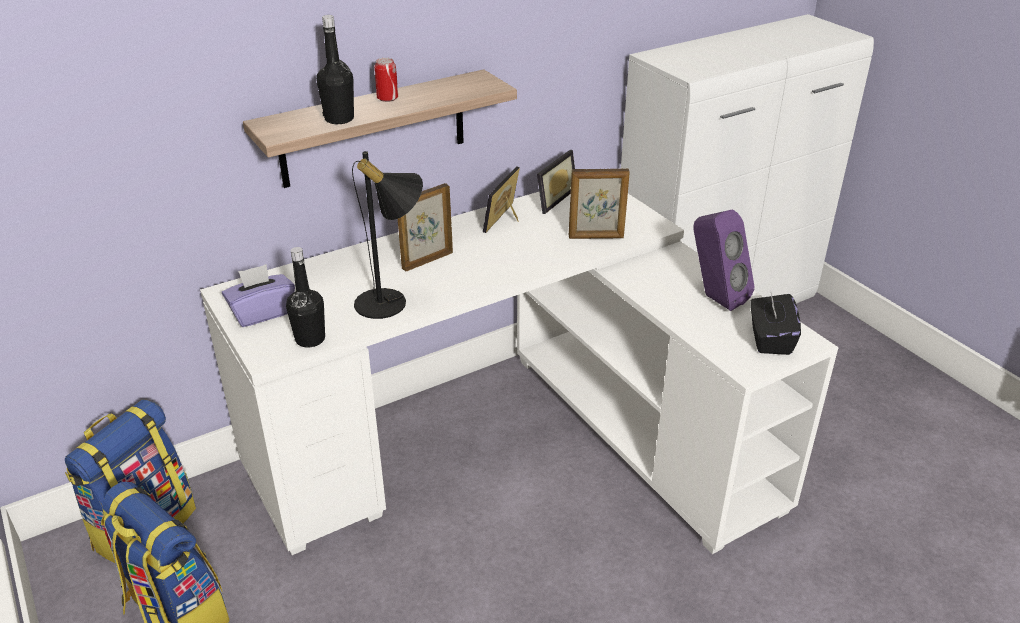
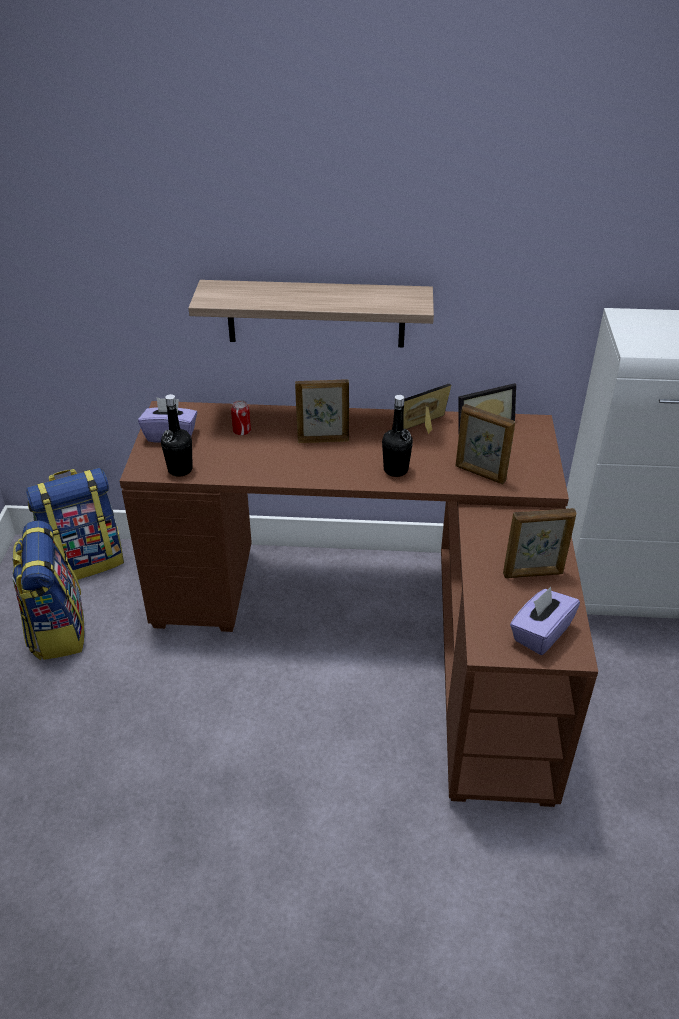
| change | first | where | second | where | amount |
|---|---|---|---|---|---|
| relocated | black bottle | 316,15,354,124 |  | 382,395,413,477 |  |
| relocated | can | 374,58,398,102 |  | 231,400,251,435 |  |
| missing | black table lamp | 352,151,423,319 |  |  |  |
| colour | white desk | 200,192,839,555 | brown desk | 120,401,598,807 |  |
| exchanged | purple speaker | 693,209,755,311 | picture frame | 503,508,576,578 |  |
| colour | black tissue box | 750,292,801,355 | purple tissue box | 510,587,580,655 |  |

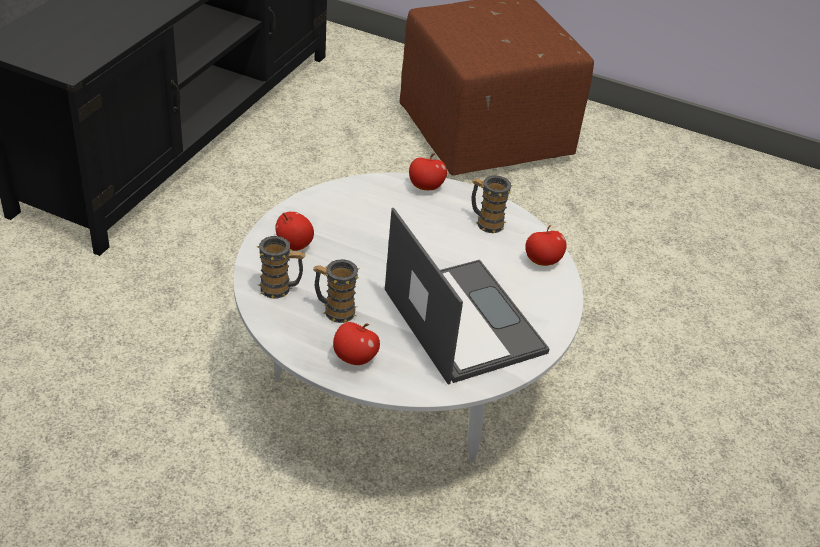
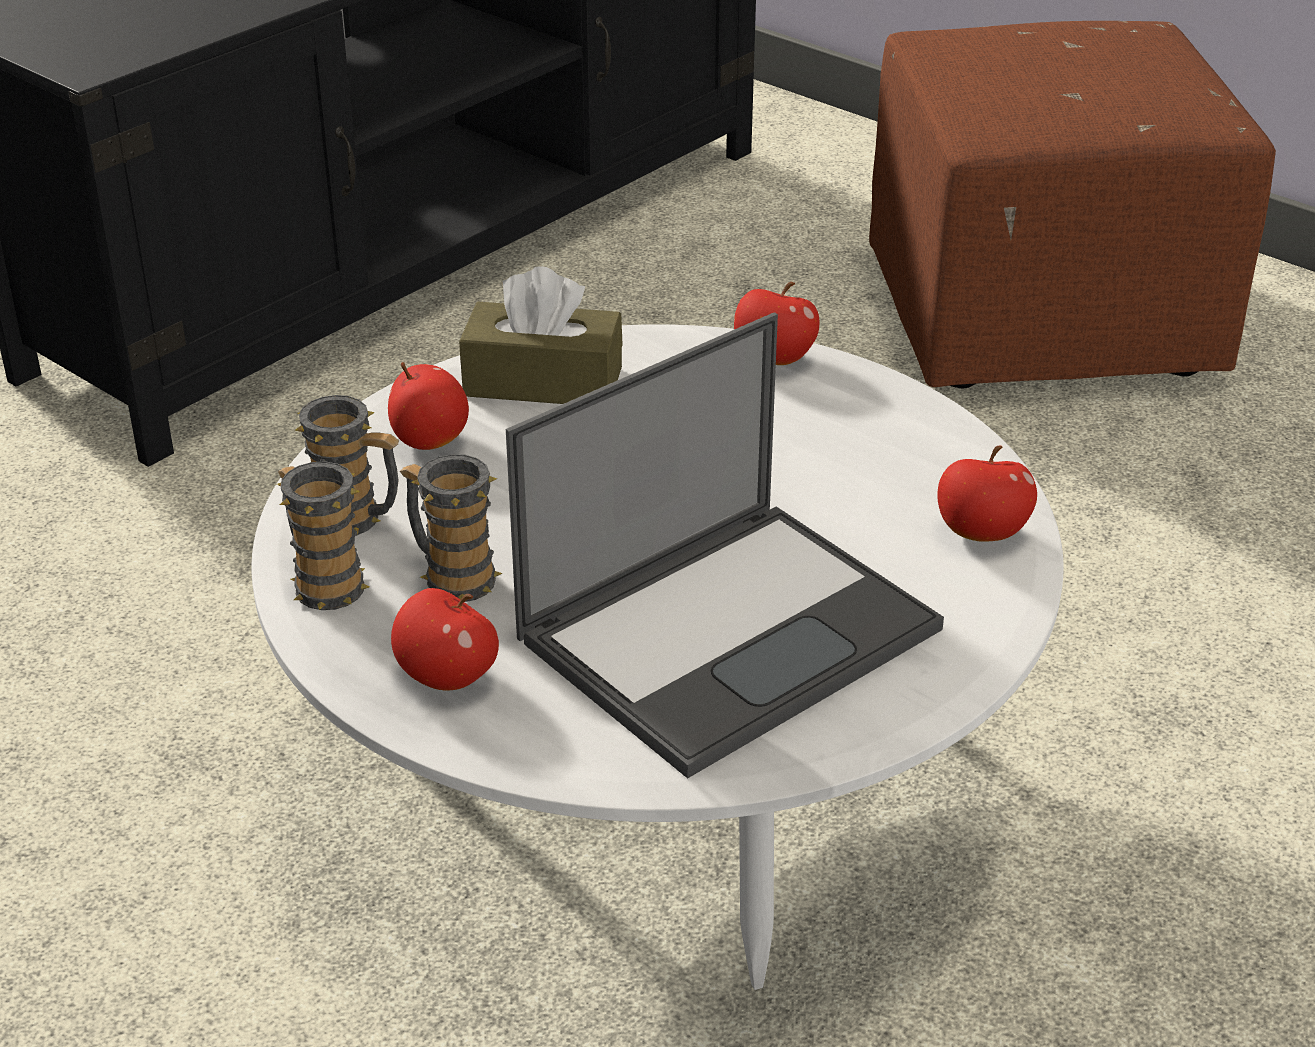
| change | first | where | second | where | amount |
|---|---|---|---|---|---|
| relocated | mug | 471,176,512,233 |  | 277,461,370,610 |  |
| spun | laptop | 385,208,550,385 |  | 506,312,944,779 | 60 degrees clockwise |
| appeared |  |  | brown tissue box | 459,266,623,404 |  |

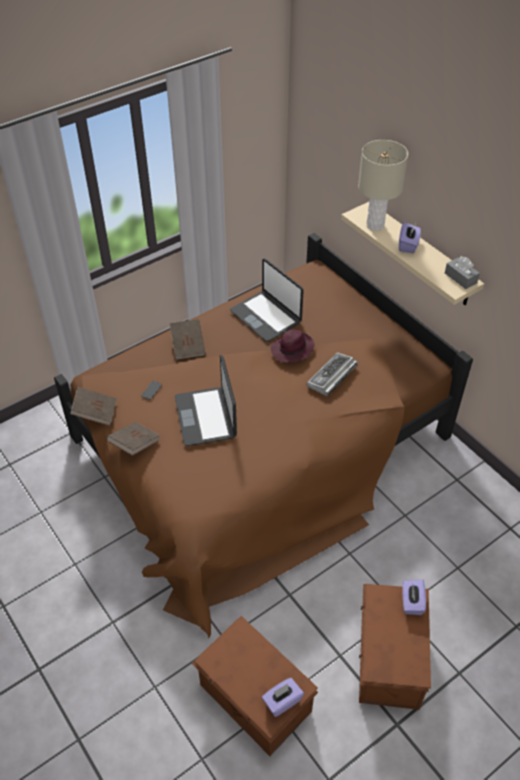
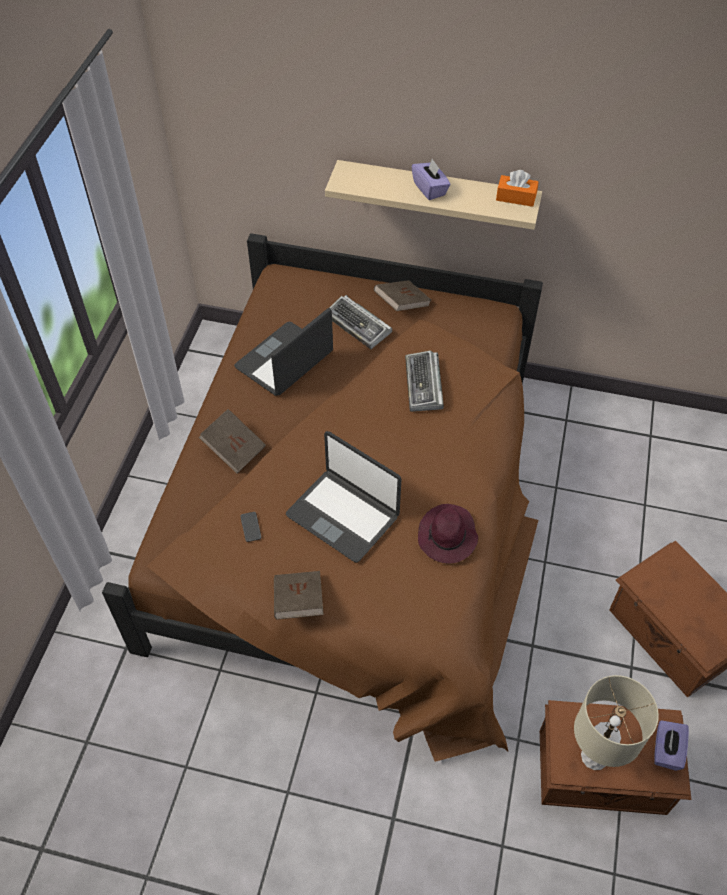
| change | first | where | second | where | amount |
|---|---|---|---|---|---|
| relocated | beige table lamp | 358,140,408,231 |  | 574,675,659,770 |  |
| colour | grey tissue box | 445,256,480,289 | orange tissue box | 496,170,539,207 |  |
| spun | laptop | 230,258,304,342 |  | 234,308,333,396 | 120 degrees clockwise |
| relocated | purple hat | 271,329,314,363 |  | 418,504,478,563 |  |
| relocated | brown book | 70,387,117,426 |  | 374,280,431,311 |  |
| missing | purple tissue box | 402,579,426,615 |  |  |  |
| appeared |  |  | keyboard | 329,295,392,349 |  |

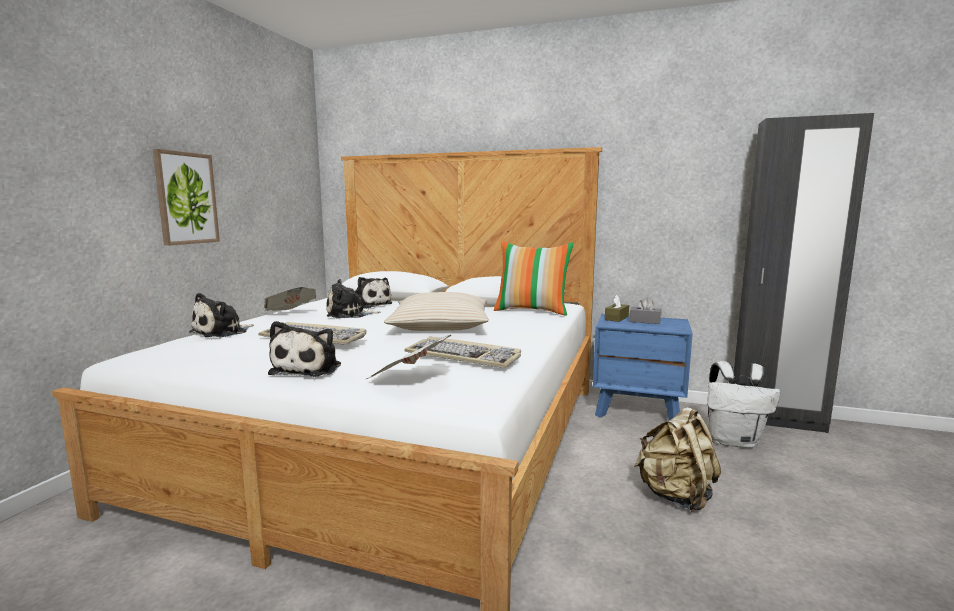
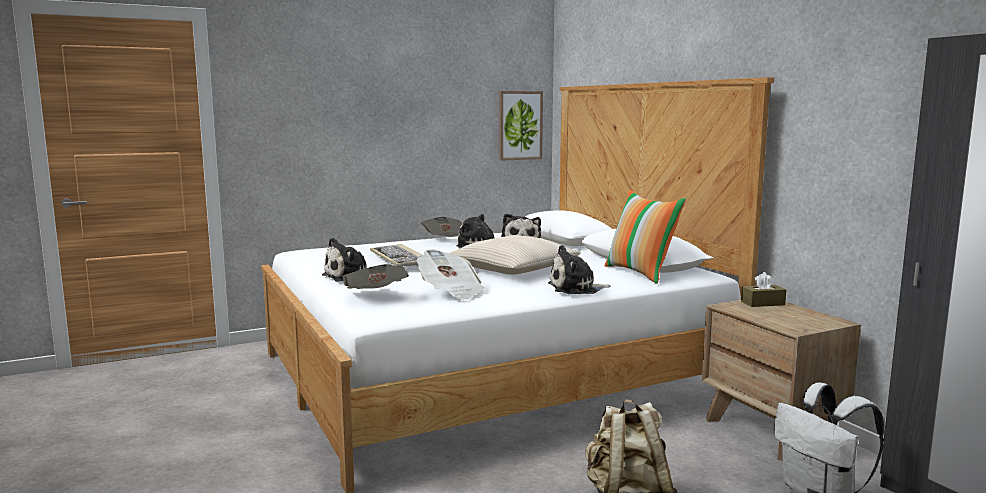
| change | first | where | second | where | amount |
|---|---|---|---|---|---|
| relocated | picture | 153,149,220,246 |  | 499,91,543,161 |  |
| relocated | plush toy | 189,293,254,338 |  | 548,245,611,294 |  |
| missing | grey tissue box | 630,297,661,324 |  |  |  |
| colour | blue nightstand | 593,314,693,420 | brown nightstand | 702,300,861,461 |  |
| exchanged | keyboard | 404,337,521,368 | newspaper | 417,249,484,300 |  |

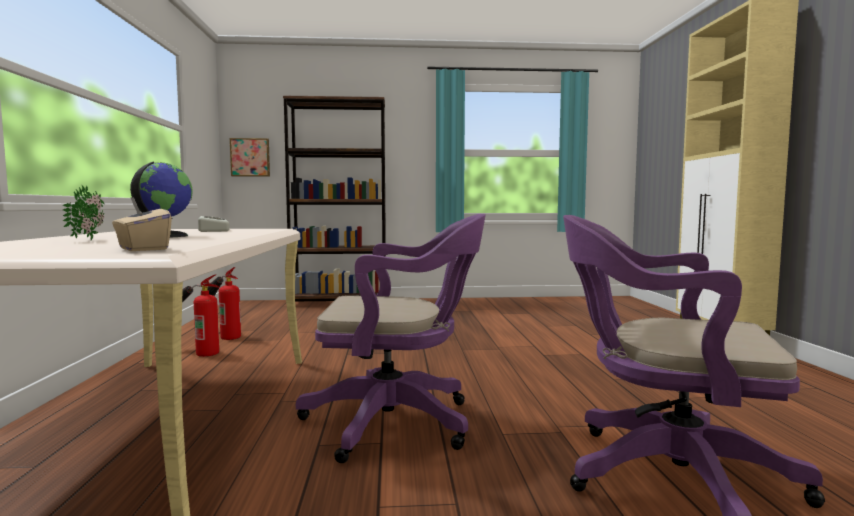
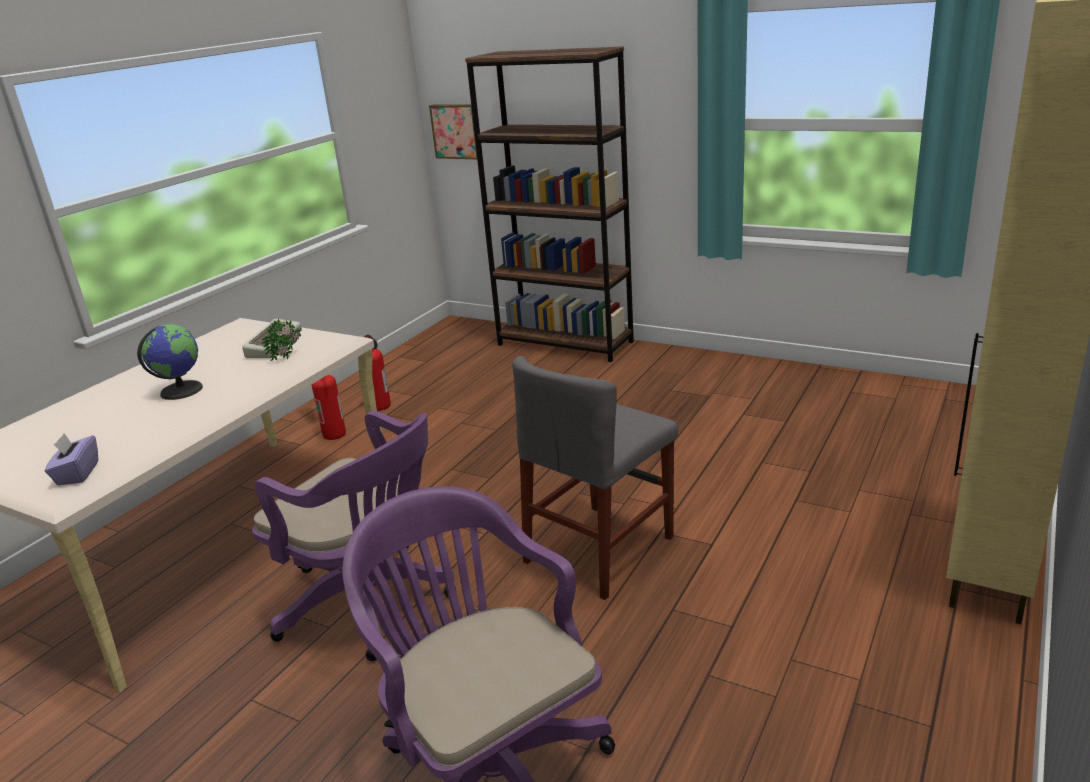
| change | first | where | second | where | amount |
|---|---|---|---|---|---|
| relocated | potted plant | 63,185,104,240 |  | 262,319,301,361 |  |
| colour | beige tissue box | 112,197,172,251 | purple tissue box | 45,433,98,485 |  |
| appeared |  |  | grey chair | 512,356,678,600 |  |

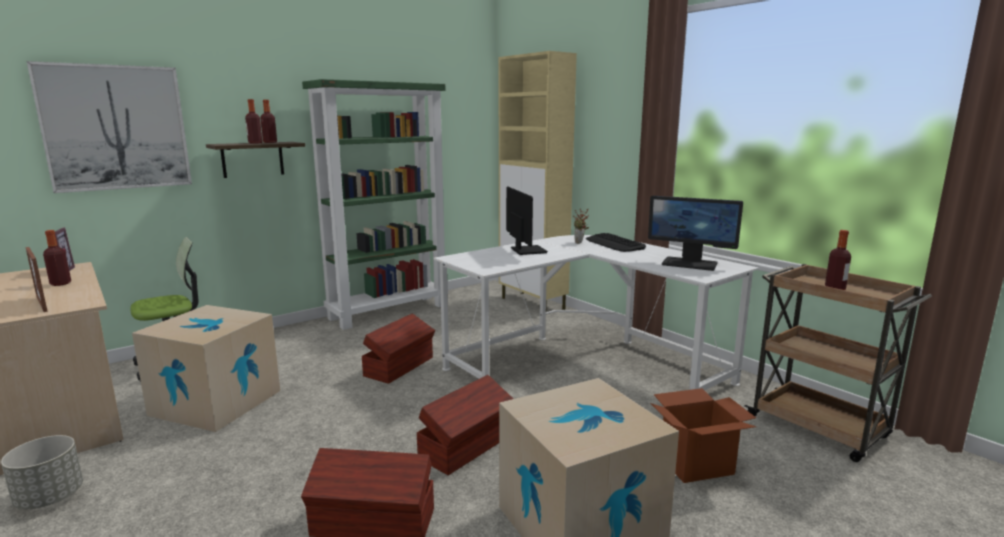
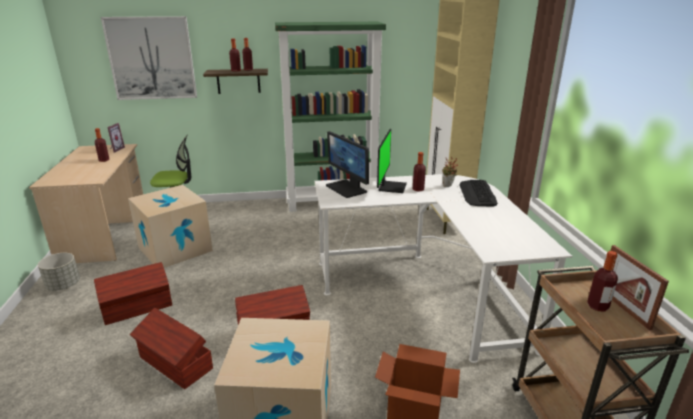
| change | first | where | second | where | amount |
|---|---|---|---|---|---|
| relocated | monitor | 648,196,743,271 |  | 326,131,369,198 |  |
| relocated | picture frame | 26,247,48,312 |  | 610,245,669,330 |  |
| relocated | brown storage box | 362,314,435,384 |  | 94,262,172,325 |  |
| appeared |  |  | bottle | 413,152,426,192 |  |

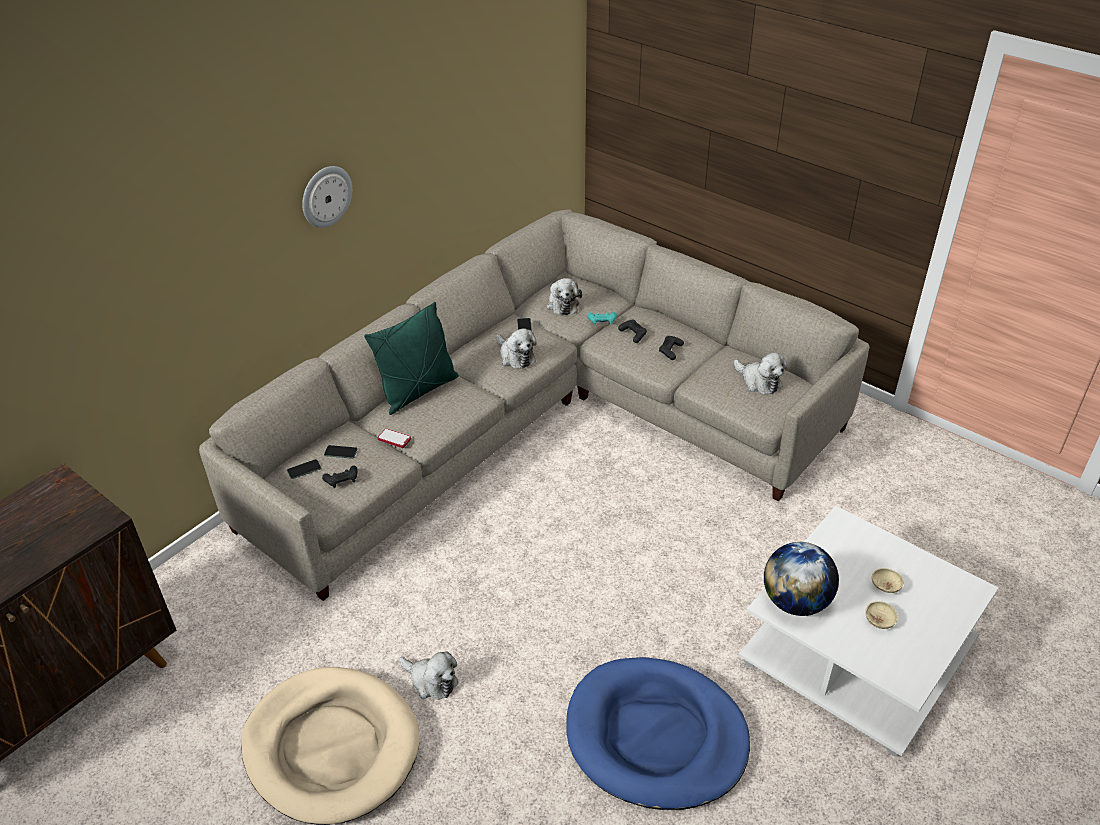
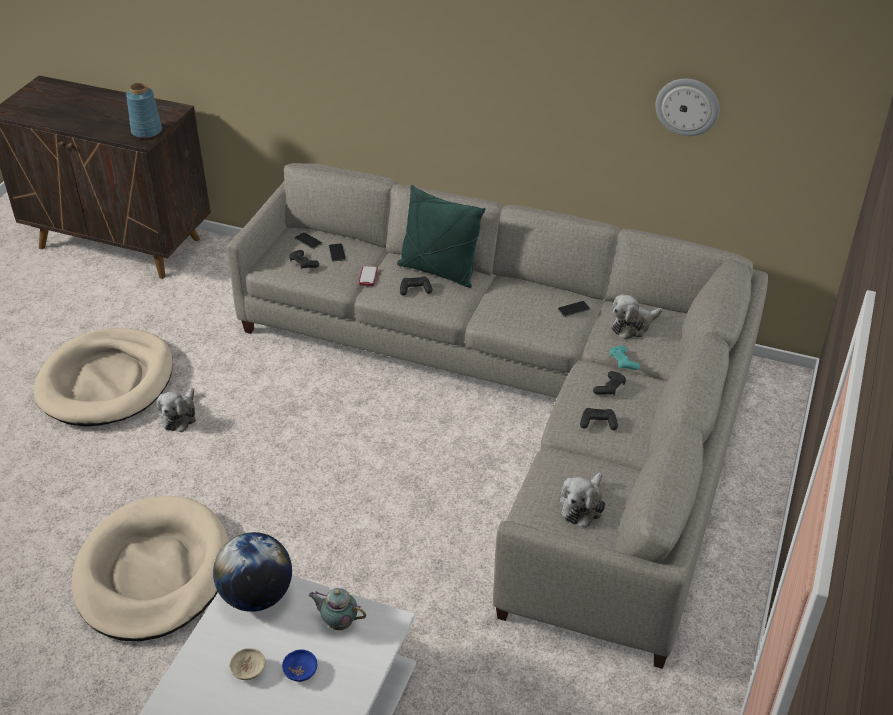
| change | first | where | second | where | amount |
|---|---|---|---|---|---|
| relocated | wall clock | 302,166,352,228 |  | 656,79,719,136 |  |
| missing | plush toy | 497,329,536,369 |  |  |  |
| colour | beige bowl | 872,568,904,593 | blue bowl | 282,649,317,682 |  |
| colour | blue dog bed | 566,657,750,810 | beige dog bed | 72,496,229,641 |  |
| appeared |  |  | blue vase | 126,82,162,138 |  |
| appeared |  |  | black game controller | 400,276,432,296 |  |
| appeared |  |  | teapot | 309,588,366,630 |  |

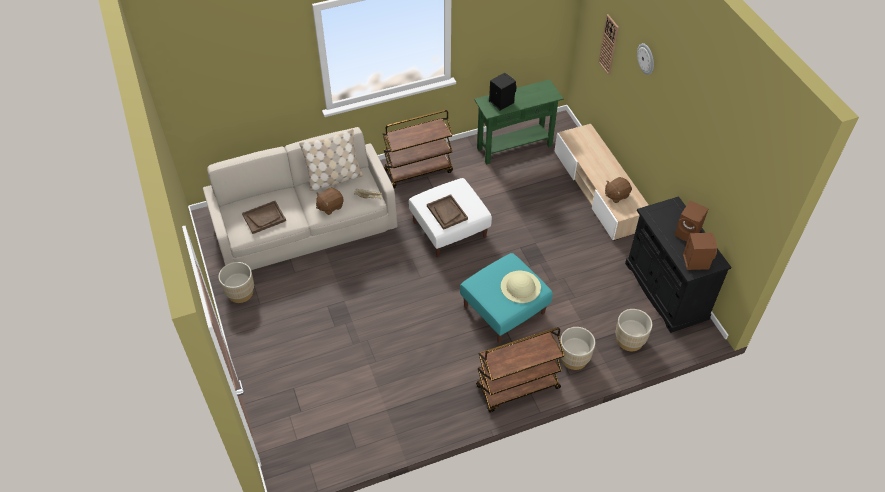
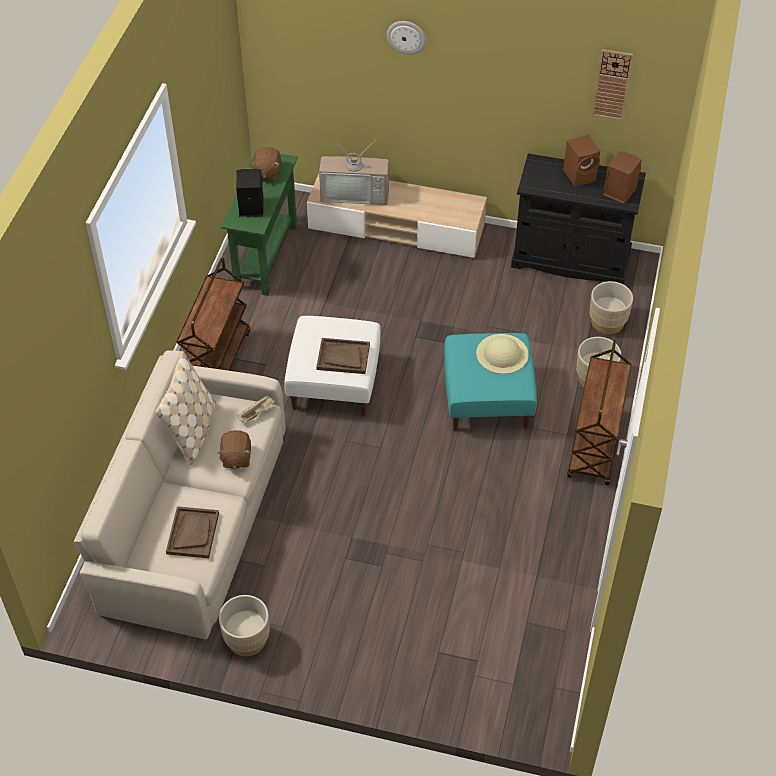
| change | first | where | second | where | amount |
|---|---|---|---|---|---|
| relocated | wall clock | 599,14,619,75 |  | 592,49,633,121 |  |
| relocated | brown plush toy | 605,177,632,203 |  | 251,147,281,180 |  |
| appeared |  |  | television | 319,137,389,205 |  |

